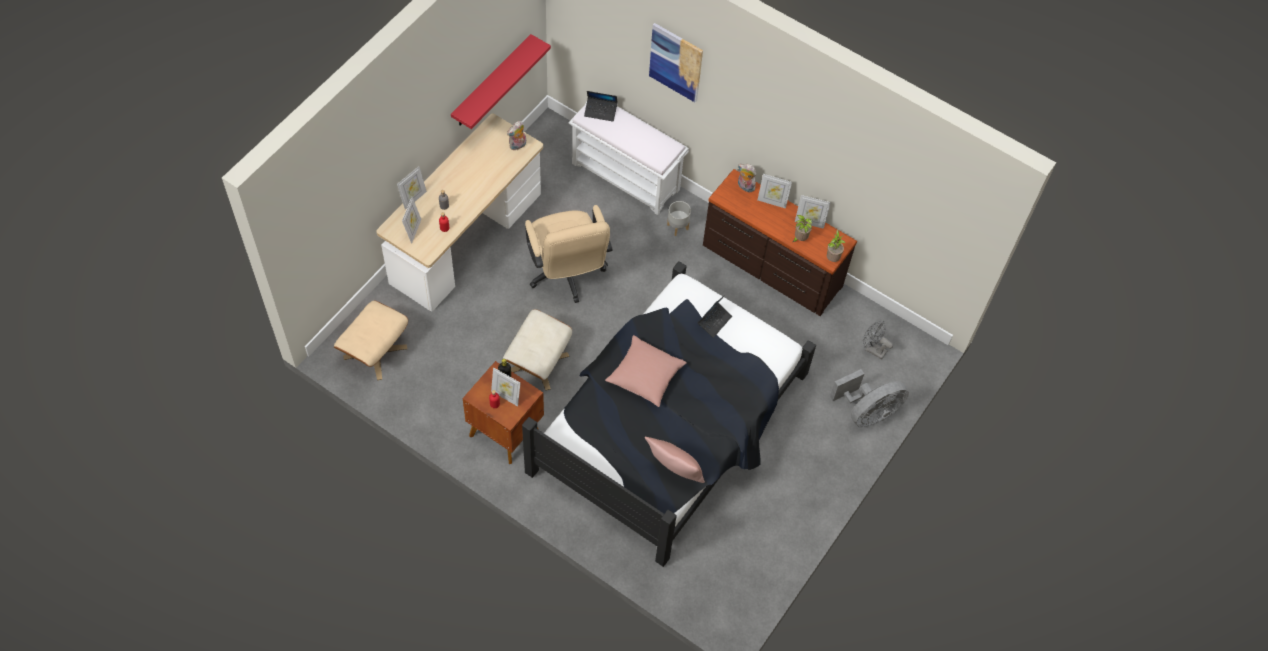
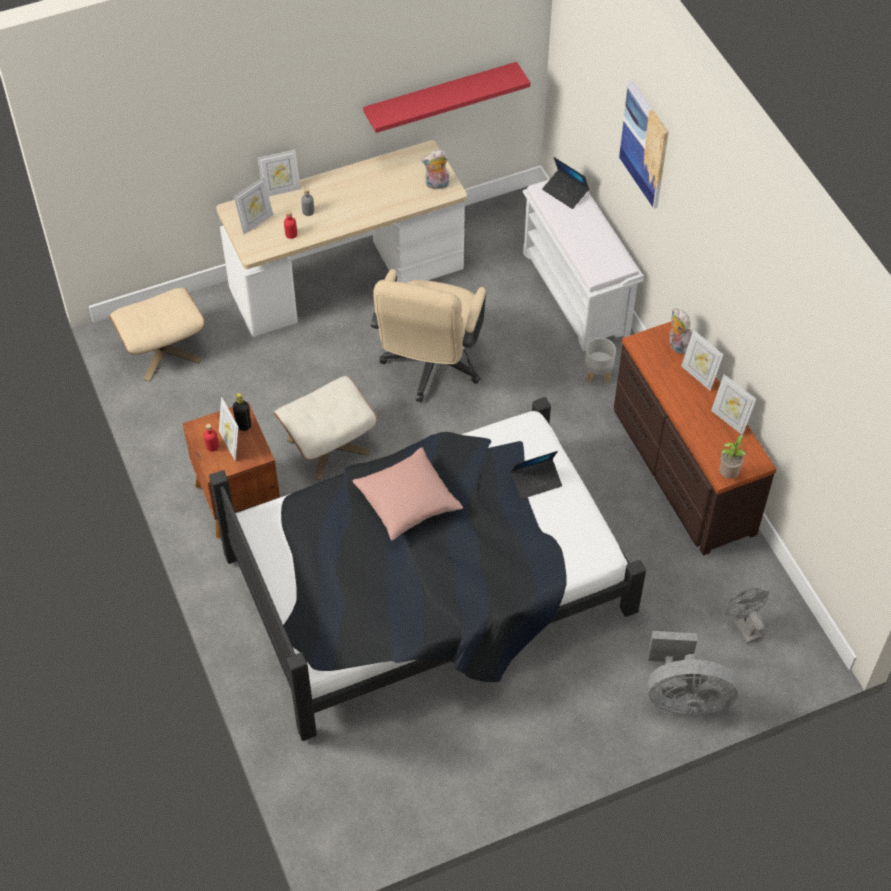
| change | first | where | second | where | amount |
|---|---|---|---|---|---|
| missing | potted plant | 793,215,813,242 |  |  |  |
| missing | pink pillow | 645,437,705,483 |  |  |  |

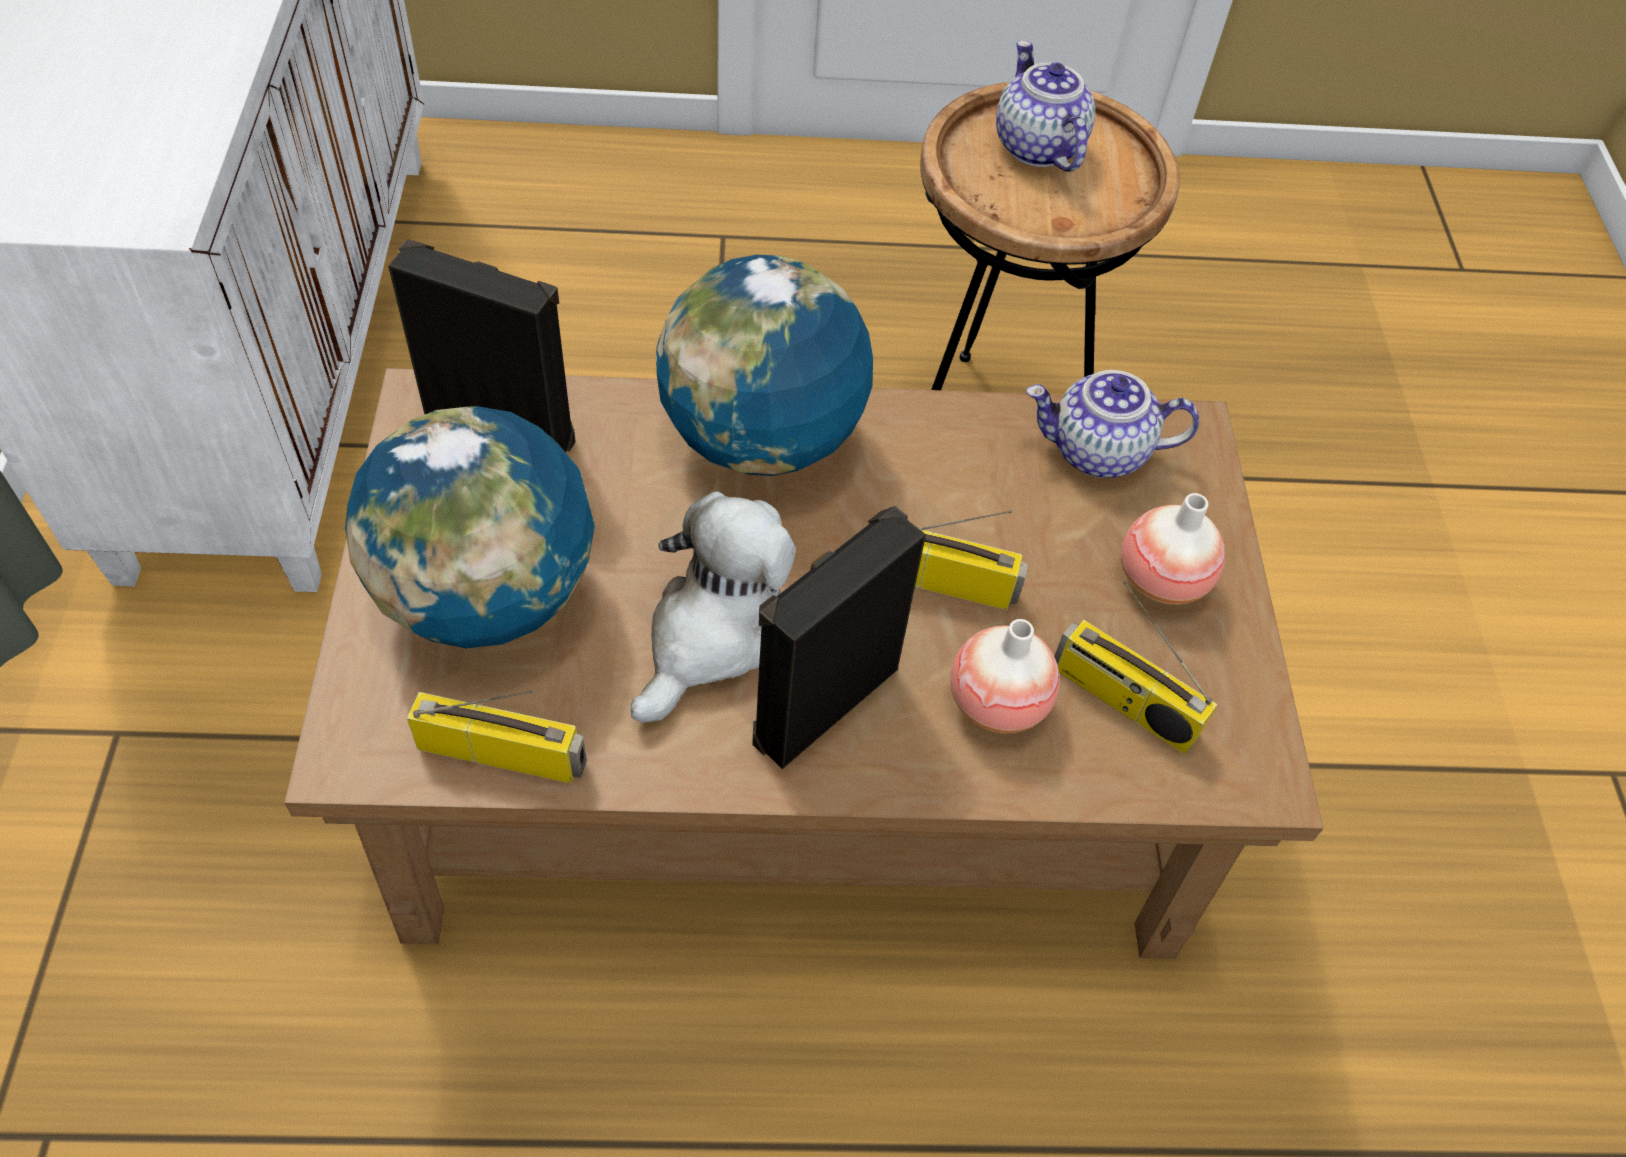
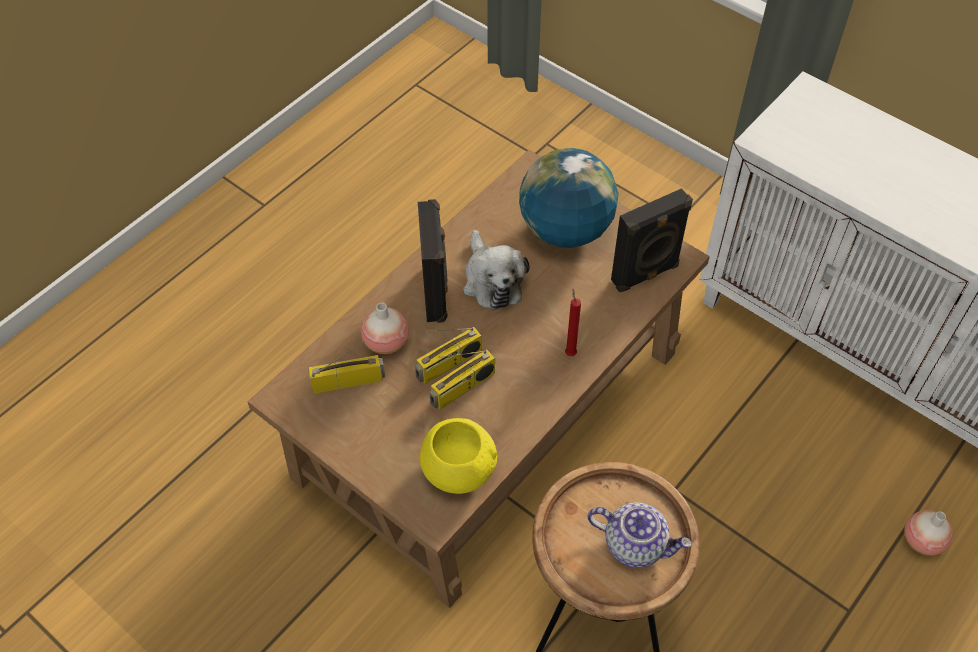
| change | first | where | second | where | amount |
|---|---|---|---|---|---|
| exchanged | globe | 656,255,873,476 | red candle | 565,288,581,356 |  |
| exchanged | teapot | 1026,370,1199,478 | yellow bowl | 420,418,497,494 |  |
| relocated | vase | 1121,493,1225,605 |  | 904,510,953,556 |  |
| relocated | radio | 407,690,587,783 |  | 429,349,495,409 |  |

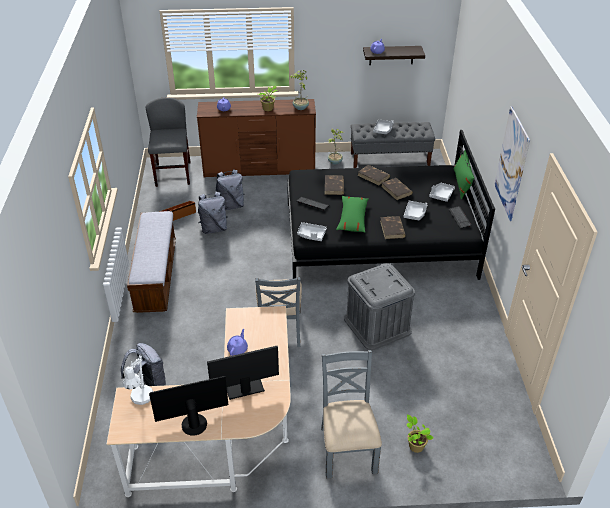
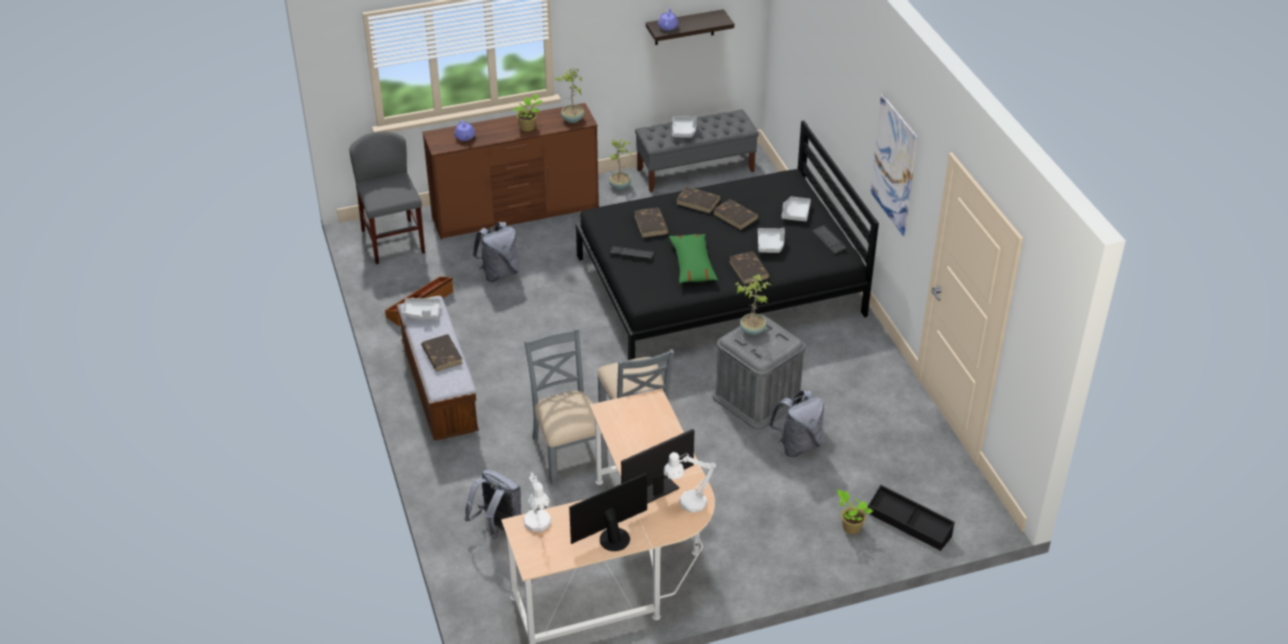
| change | first | where | second | where | amount |
|---|---|---|---|---|---|
| missing | green pillow | 453,150,475,199 |  |  |  |
| relocated | grey backpack | 198,192,228,234 |  | 769,390,824,457 |  |
| relocated | grey tray | 297,222,327,241 |  | 403,298,441,319 |  |
| missing | purple teapot | 227,329,248,356 |  |  |  |
| relocated | grey chair | 321,350,382,478 |  | 524,328,608,484 |  |
| appeared |  |  | potted plant | 735,275,771,335 |  |
| appeared |  |  | brown book | 421,334,463,371 |  |
| appeared |  |  | white table lamp | 663,452,716,513 |  |
| appeared |  |  | black storage box | 868,485,955,551 |  |

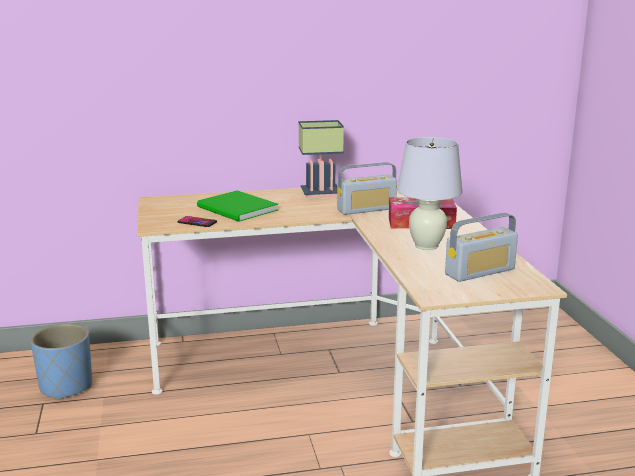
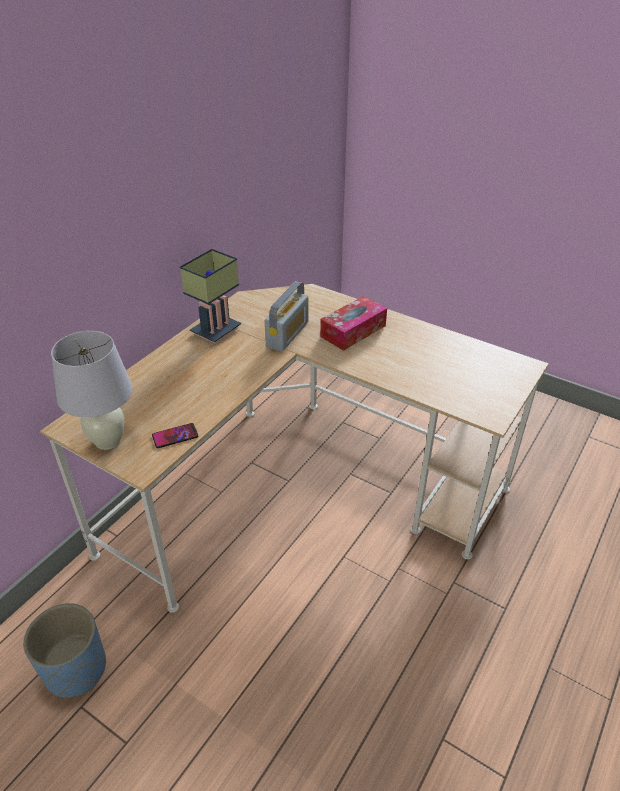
| change | first | where | second | where | amount |
|---|---|---|---|---|---|
| relocated | white table lamp | 397,137,462,250 |  | 51,331,132,450 |  |
| missing | green book | 197,191,278,222 |  |  |  |
| missing | radio | 445,213,518,282 |  |  |  |

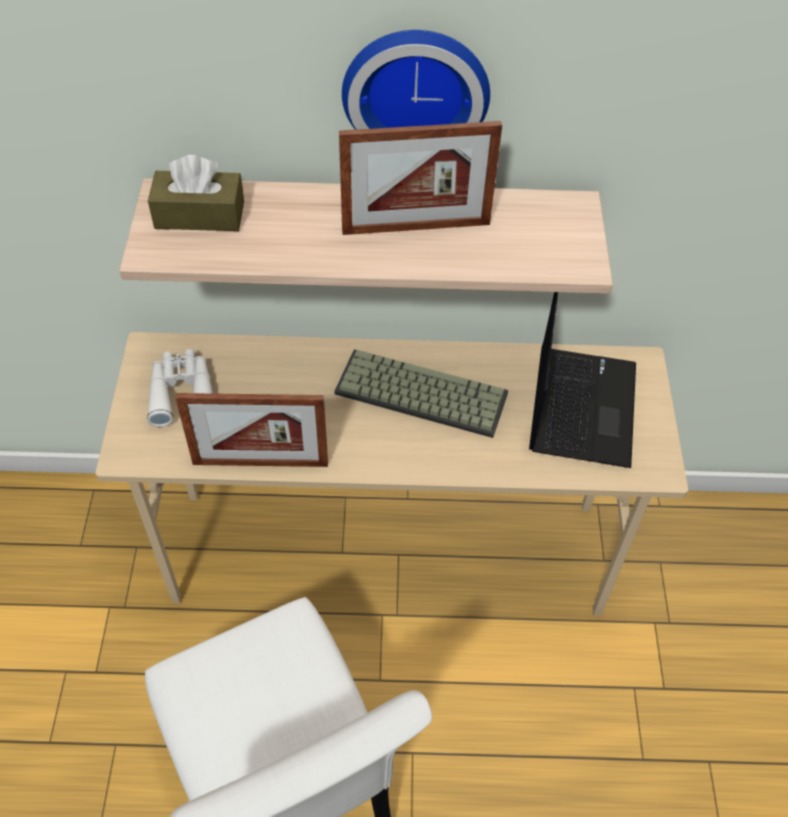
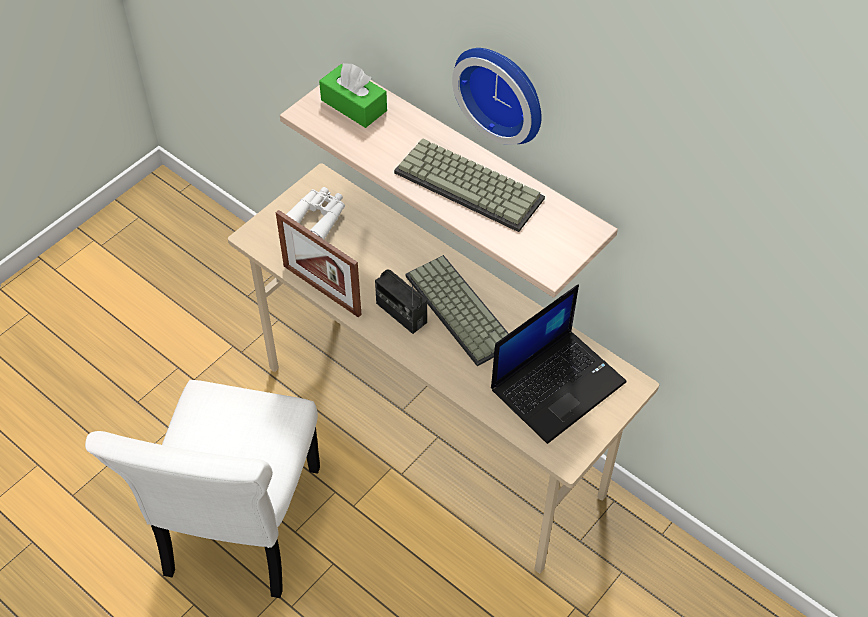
| change | first | where | second | where | amount |
|---|---|---|---|---|---|
| exchanged | picture frame | 339,121,502,235 | keyboard | 394,138,545,232 |  |
| colour | brown tissue box | 148,155,244,231 | green tissue box | 319,63,387,128 |  |
| appeared |  |  | radio | 375,269,427,334 |  |

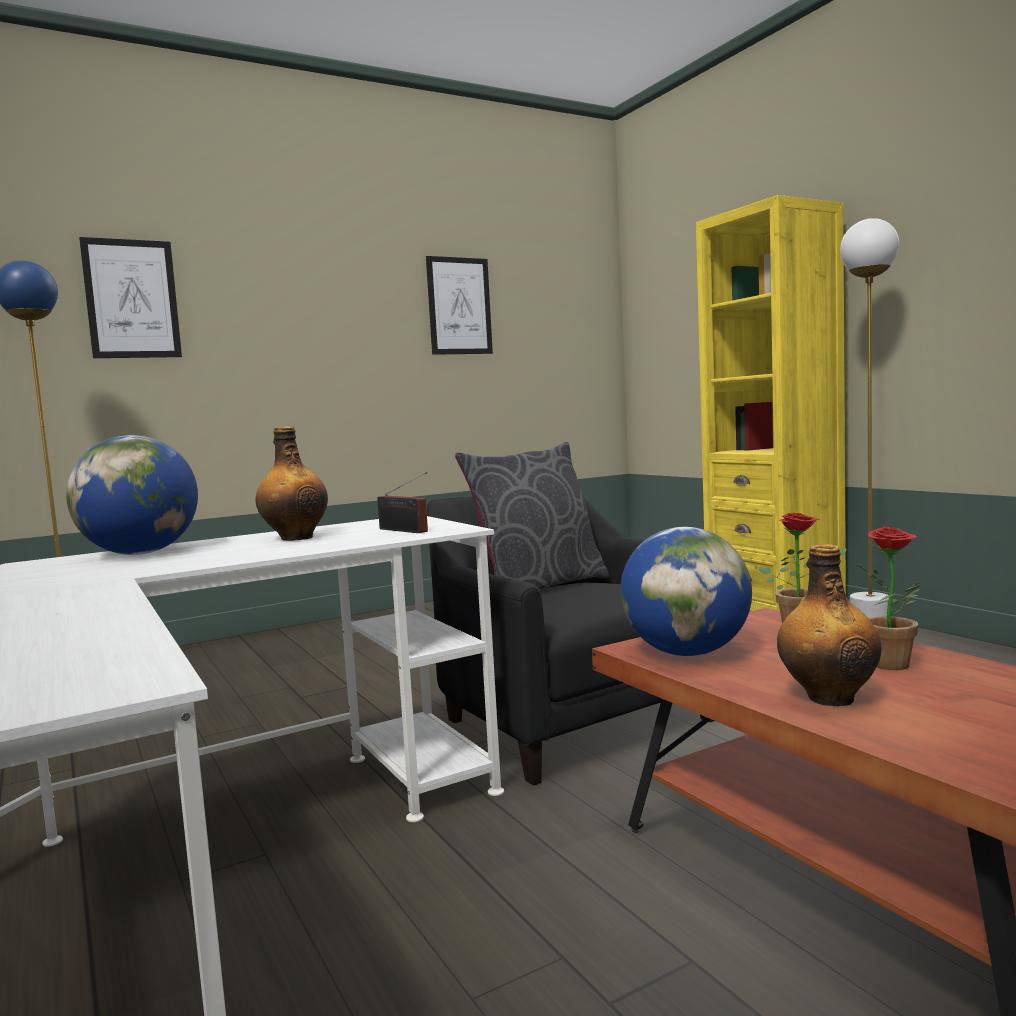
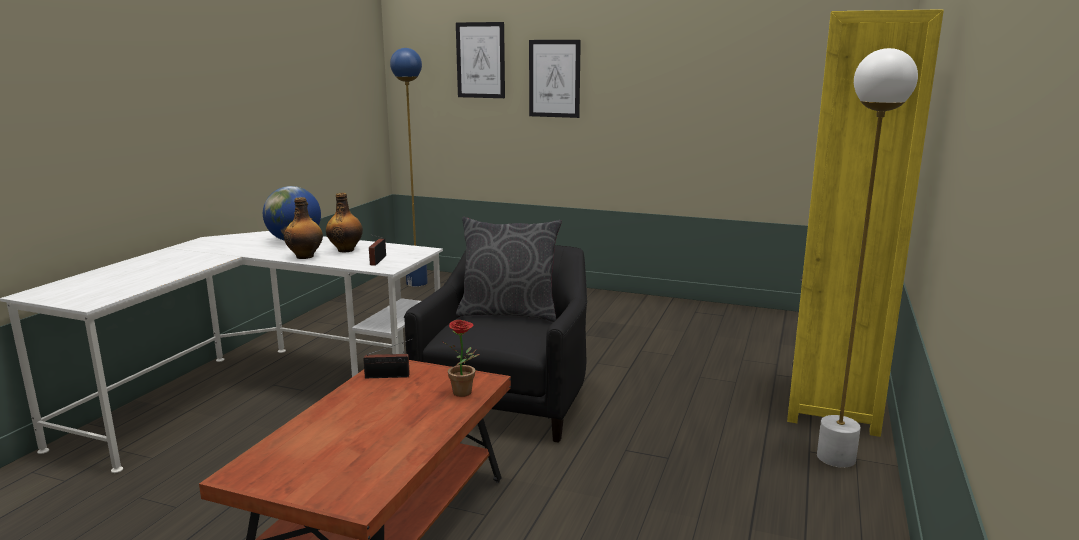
| change | first | where | second | where | amount |
|---|---|---|---|---|---|
| relocated | picture | 426,256,493,355 |  | 529,40,581,118 |  |
| exchanged | globe | 620,527,752,656 | radio | 364,339,413,378 |  |
| missing | potted plant | 855,527,920,670 |  |  |  |
| relocated | bottle | 777,544,881,706 |  | 284,197,323,259 |  |

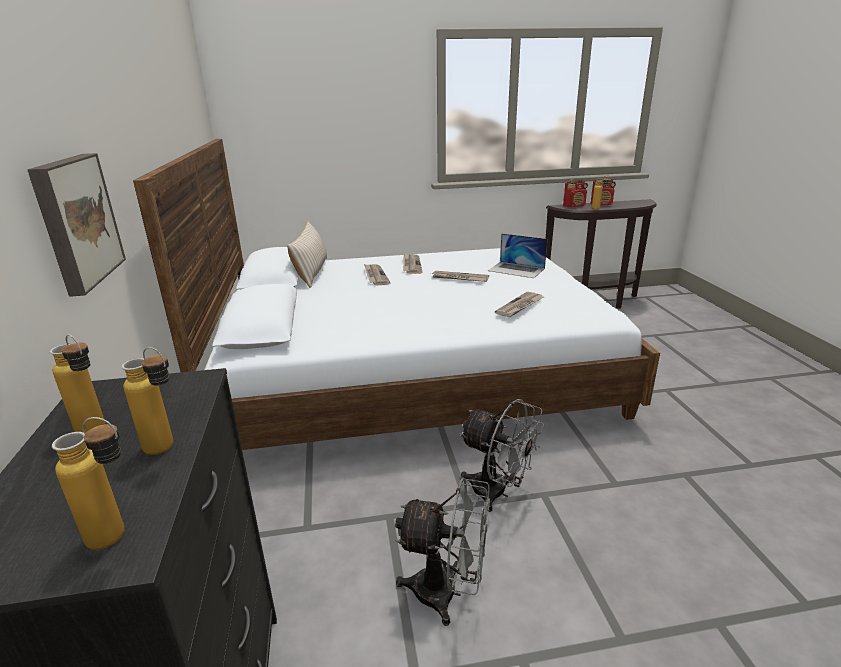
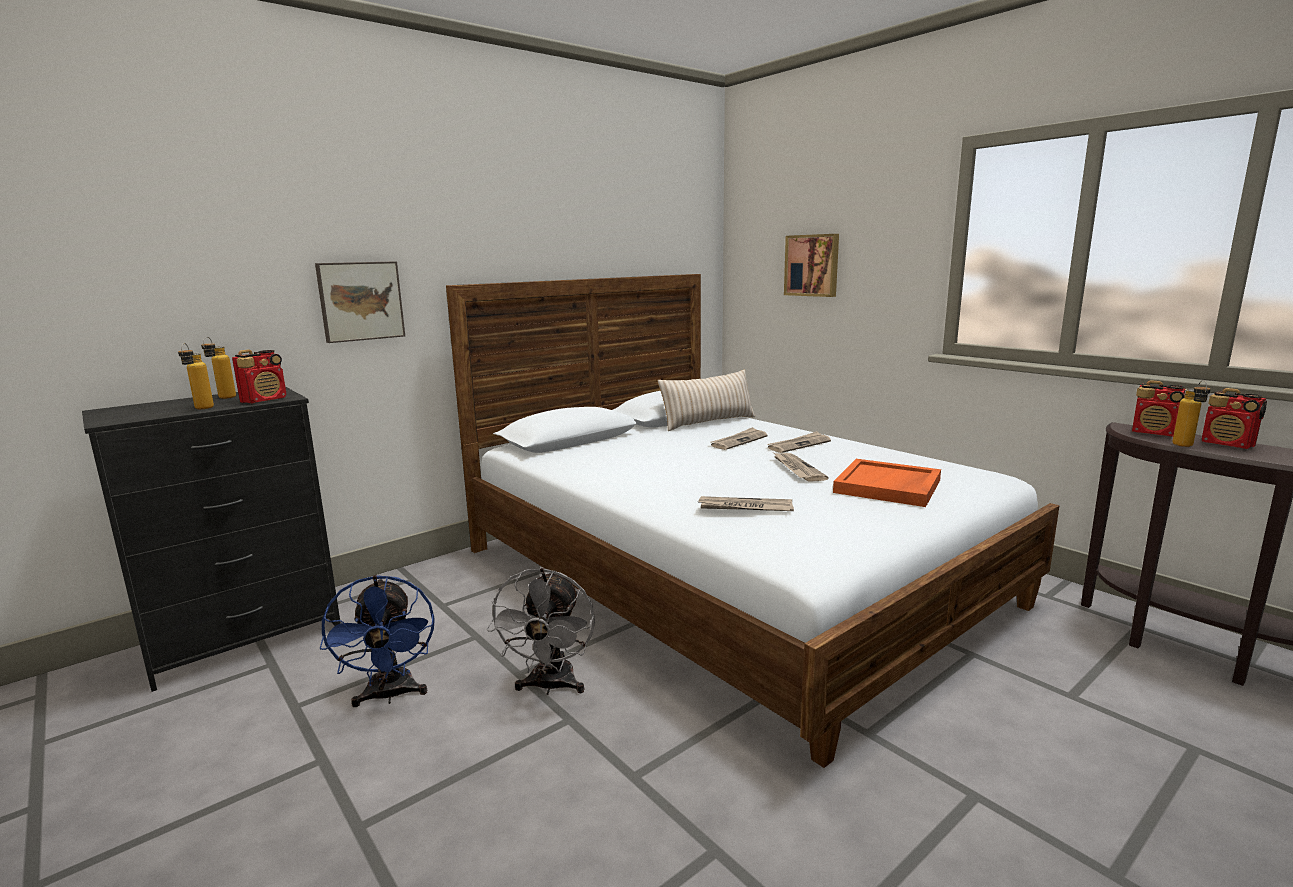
| change | first | where | second | where | amount |
|---|---|---|---|---|---|
| exchanged | laptop | 488,233,547,278 | orange tray | 833,459,941,507 |  |
| missing | bottle | 52,417,125,550 |  |  |  |
| colour | grey fan | 395,477,490,626 | blue fan | 320,575,435,707 |  |
| appeared |  |  | picture | 784,234,839,297 |  |
| appeared |  |  | radio | 232,349,286,403 |  |

